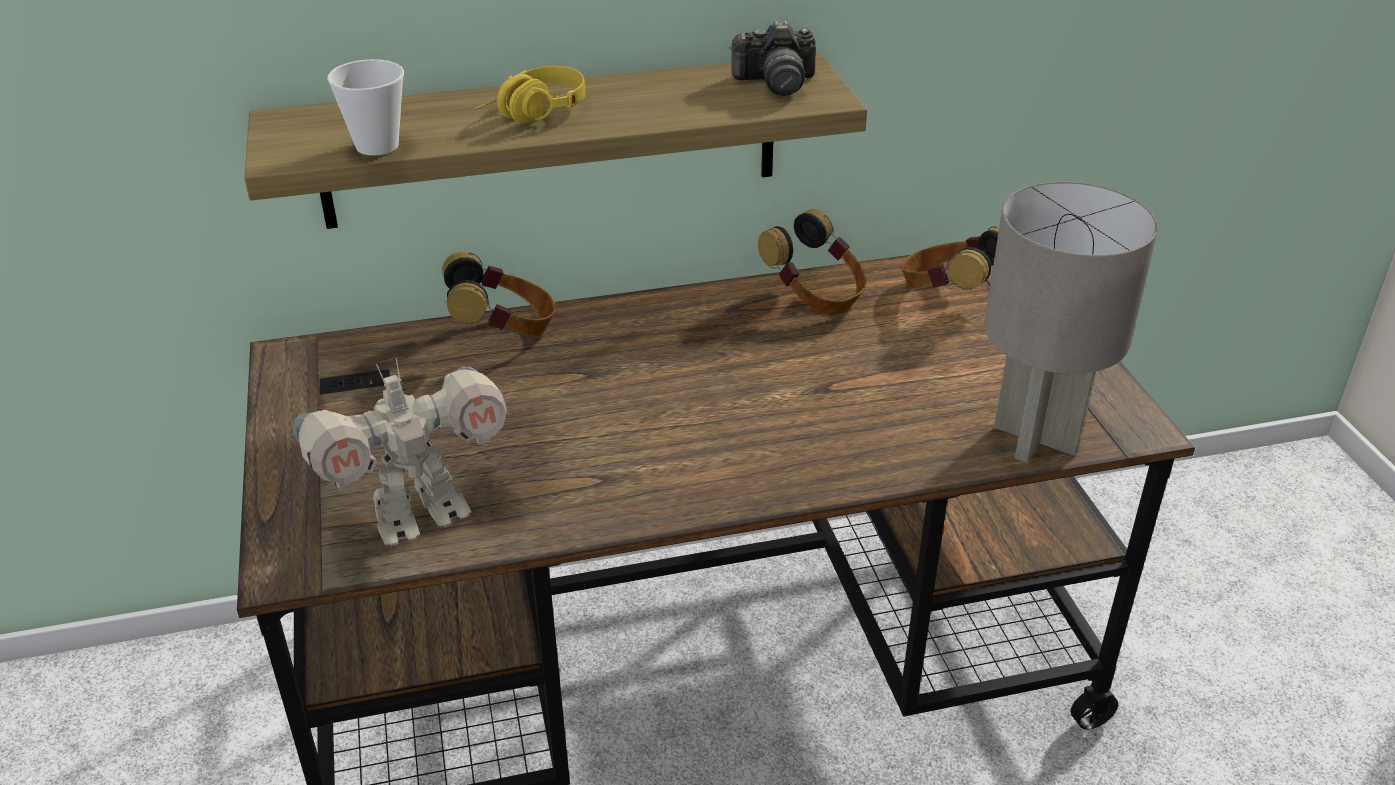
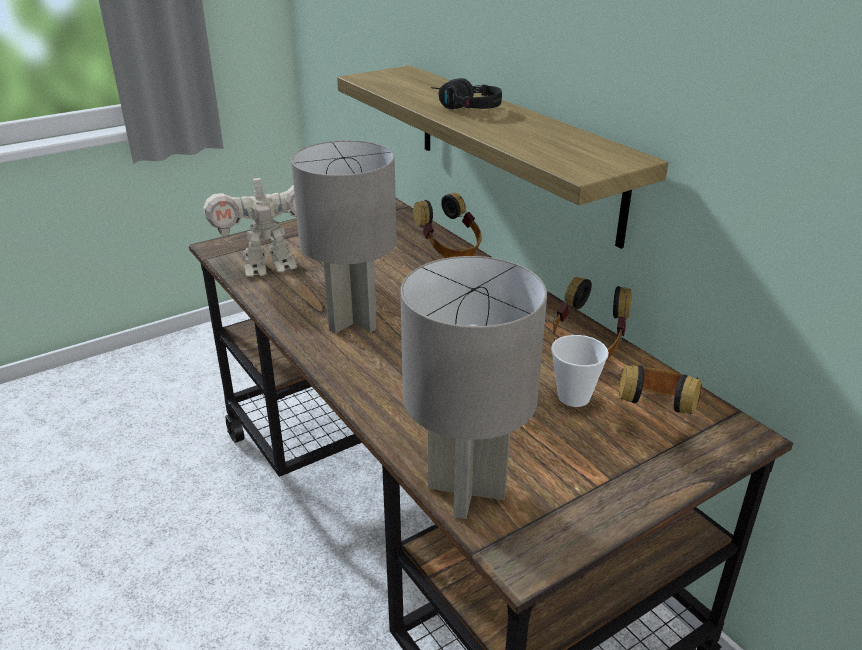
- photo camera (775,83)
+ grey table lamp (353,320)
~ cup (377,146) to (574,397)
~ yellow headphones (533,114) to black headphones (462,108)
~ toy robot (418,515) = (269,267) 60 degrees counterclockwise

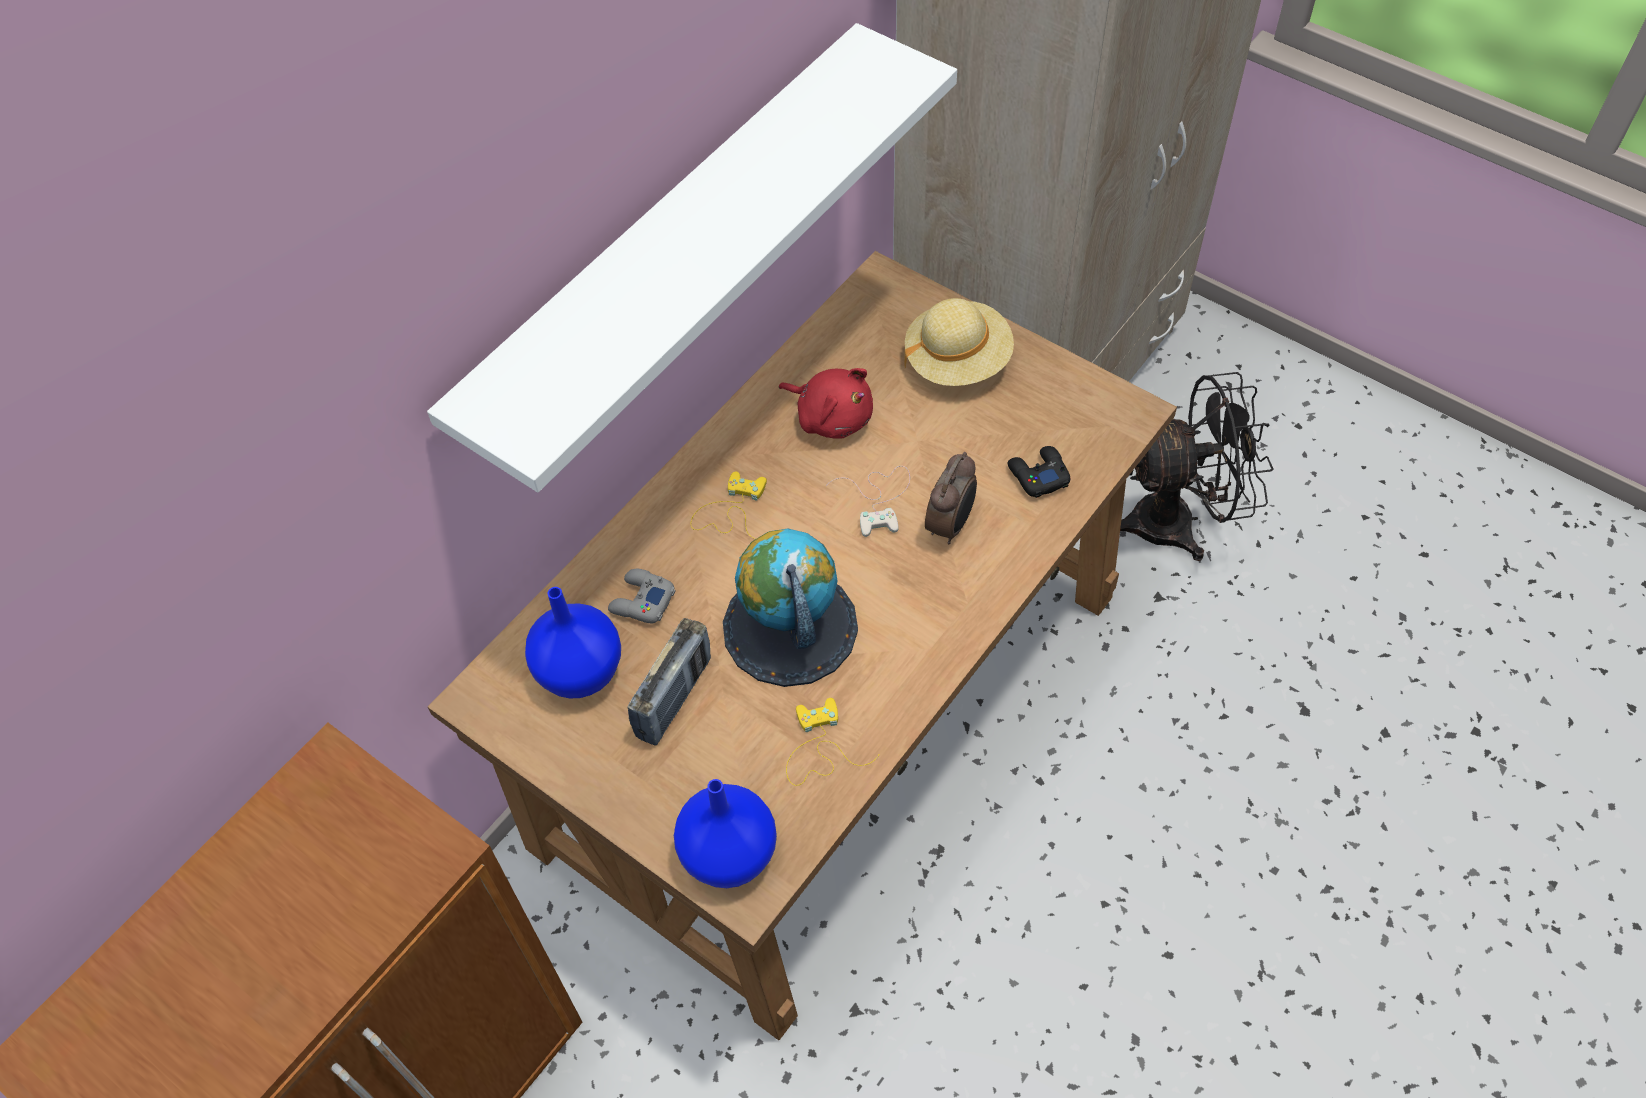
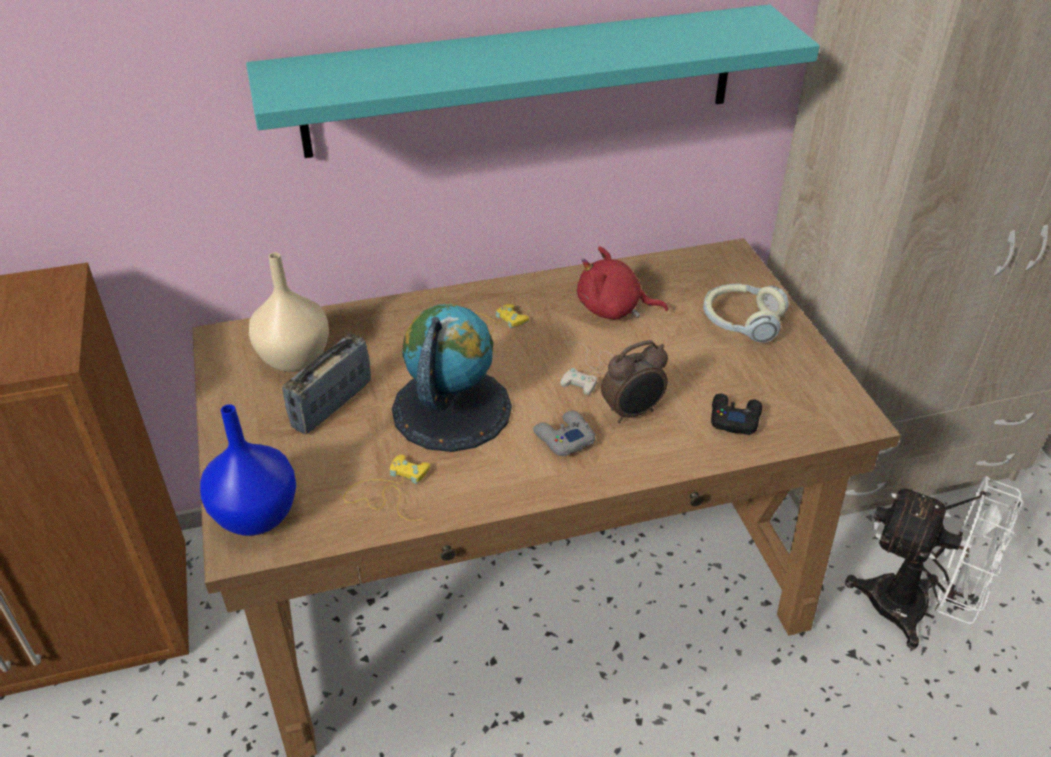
~ grey game controller (641,601) to (563,438)
~ beige hat (957,360) to headphones (741,322)
~ white shelf (667,245) to turquoise shelf (522,81)
~ blue vase (578,672) to beige vase (293,358)
~ black fan (1178,521) to white fan (915,610)
~ radio (674,697) = (332,405) 150 degrees clockwise
~ red plush toy (831,416) = (613,309) 120 degrees clockwise

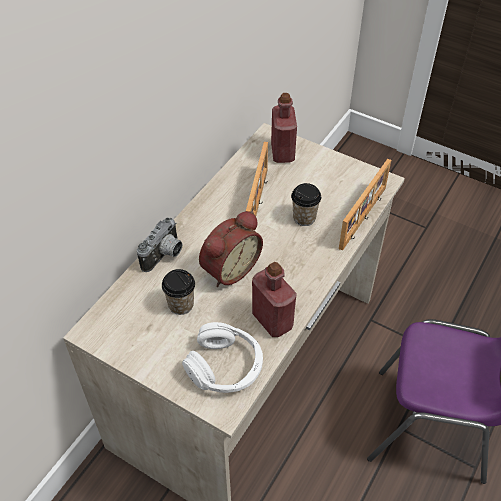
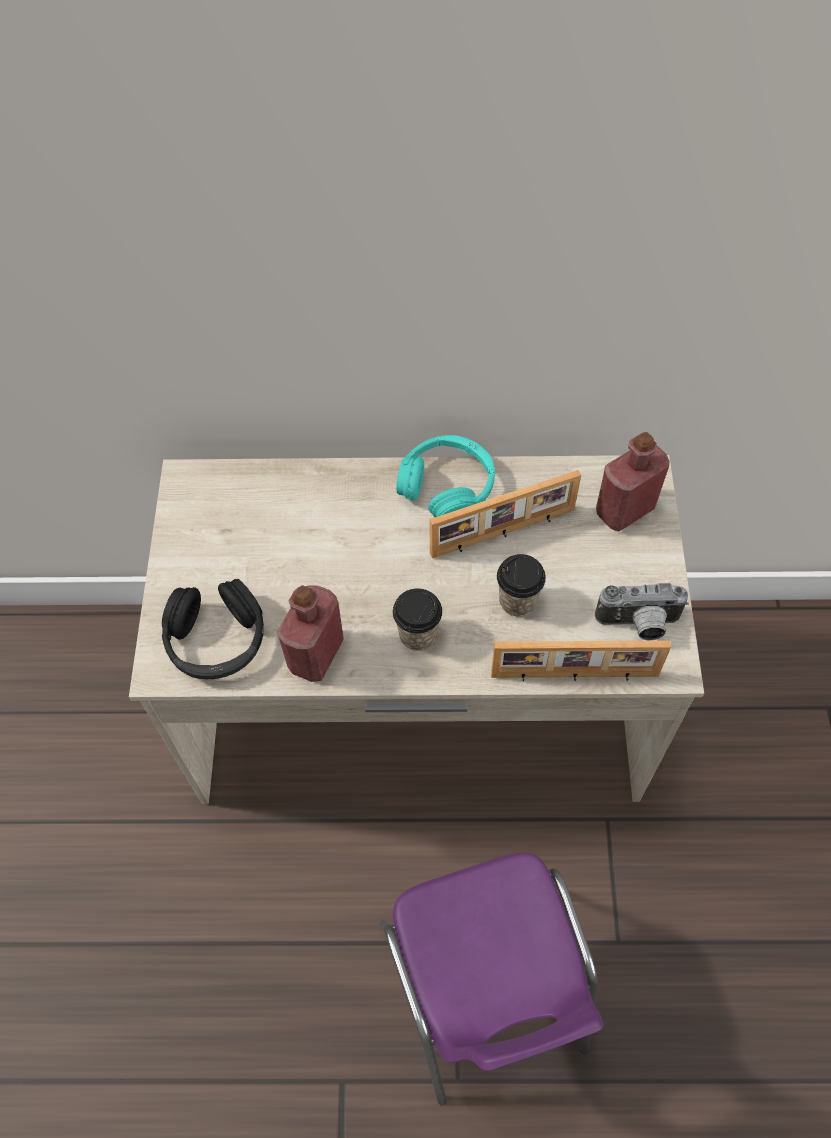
- alarm clock (229,268)
+ turquoise headphones (447,487)
~ photo camera (165,256) to (638,625)
~ cup (181,305) to (418,634)
~ white headphones (225,367) to black headphones (217,640)

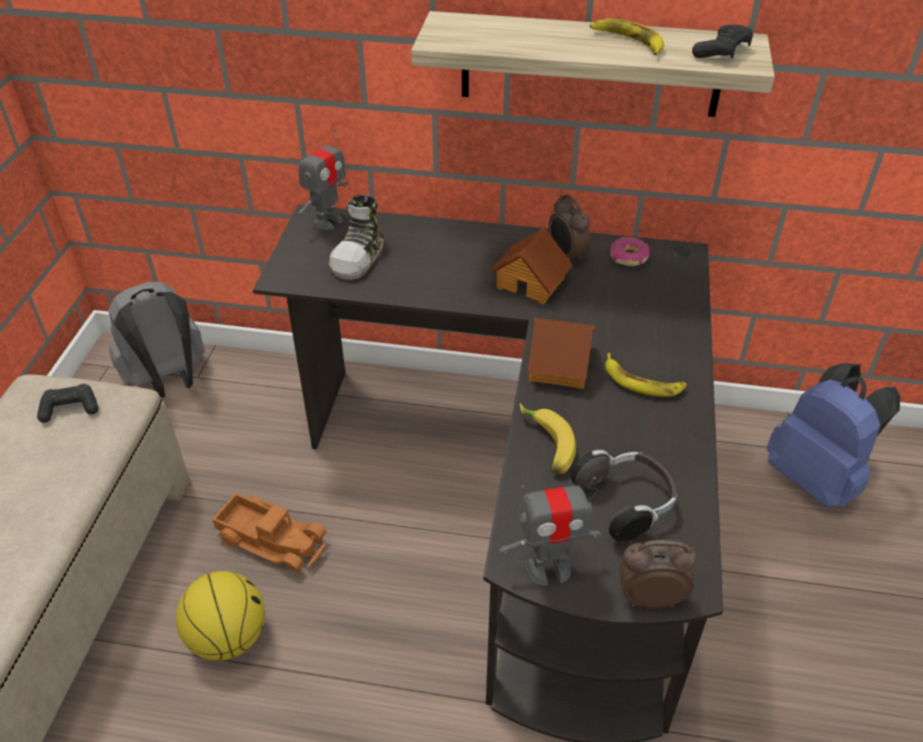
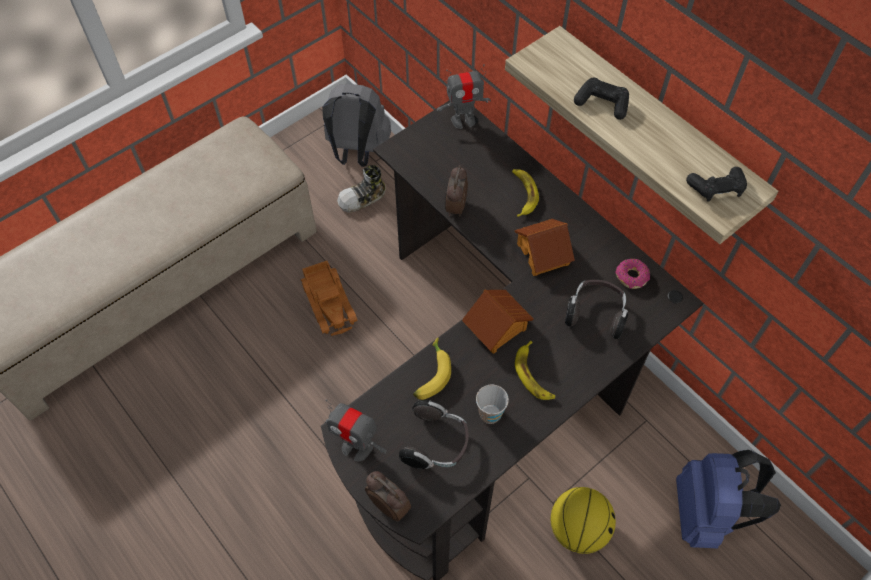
+ cup (490,414)
+ headphones (596,314)
~ black game controller (70,409) to (602,103)
~ basketball (228,637) to (578,528)
~ shoe (360,256) to (362,198)
~ alarm clock (566,255) to (455,207)
~ banana (628,42) to (523,194)

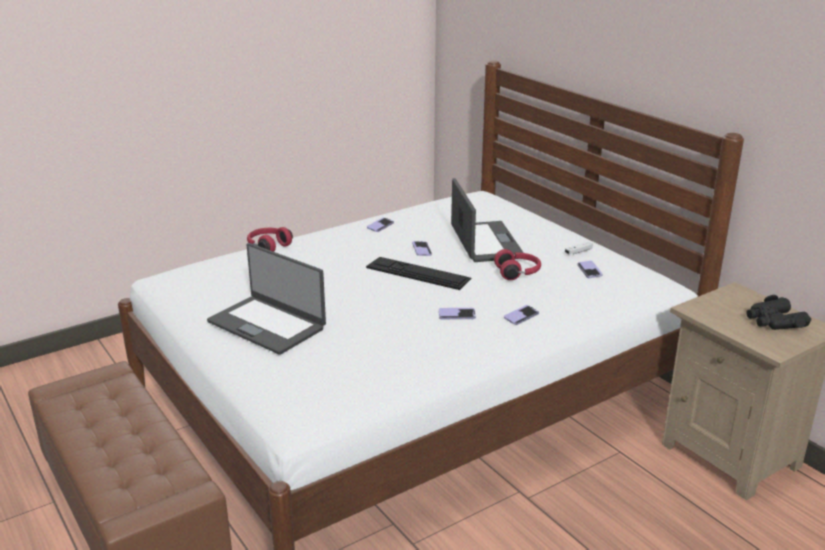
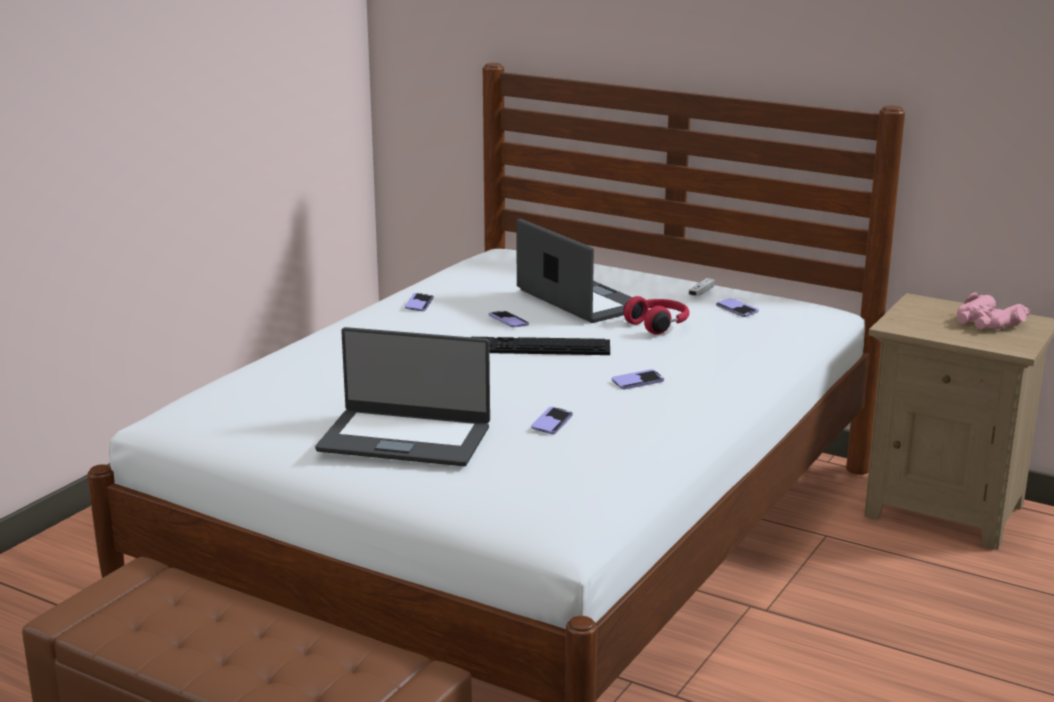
- red headphones (268,246)
~ phone (521,316) to (552,422)
~ black binoculars (774,321) to pink binoculars (987,322)

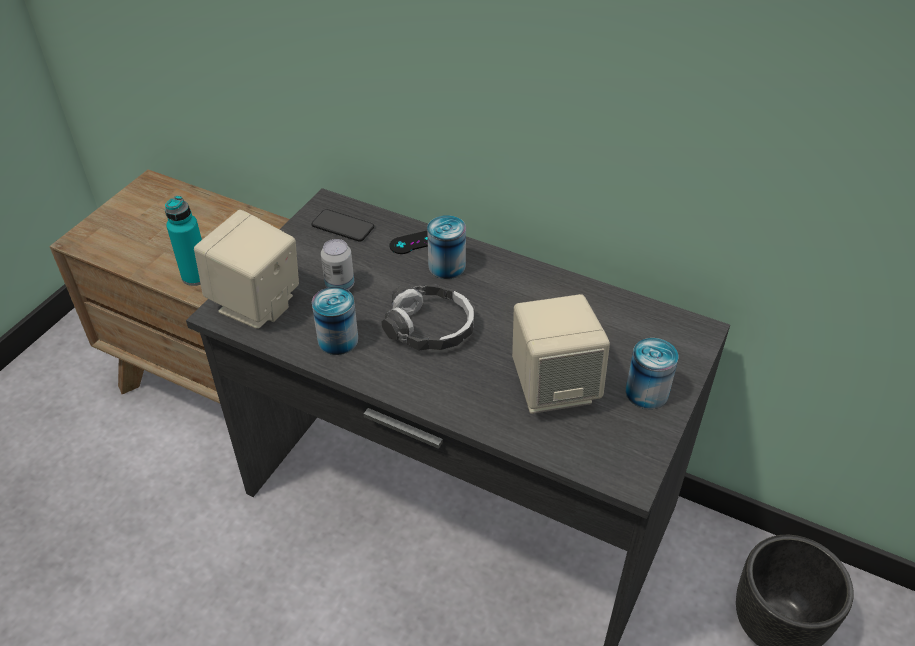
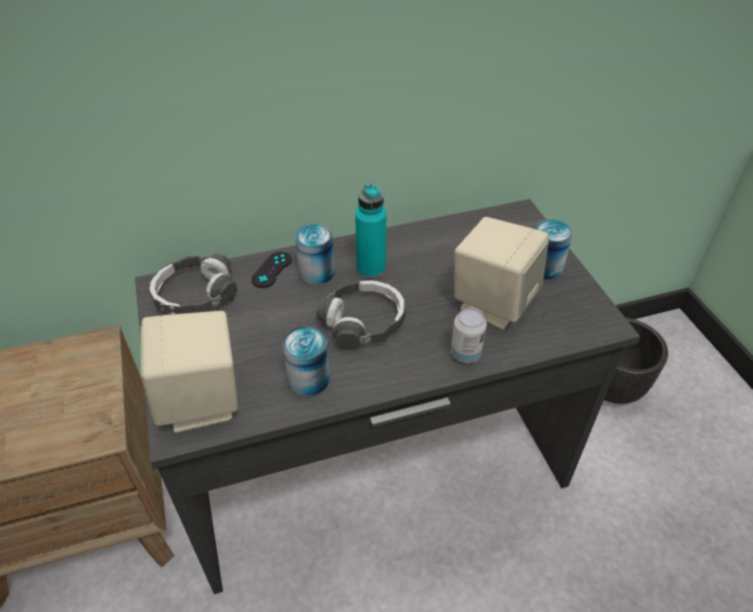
~ turquoise bottle (196,276) to (371,269)
~ can (340,285) to (465,354)
~ phone (343,226) to headphones (195,294)

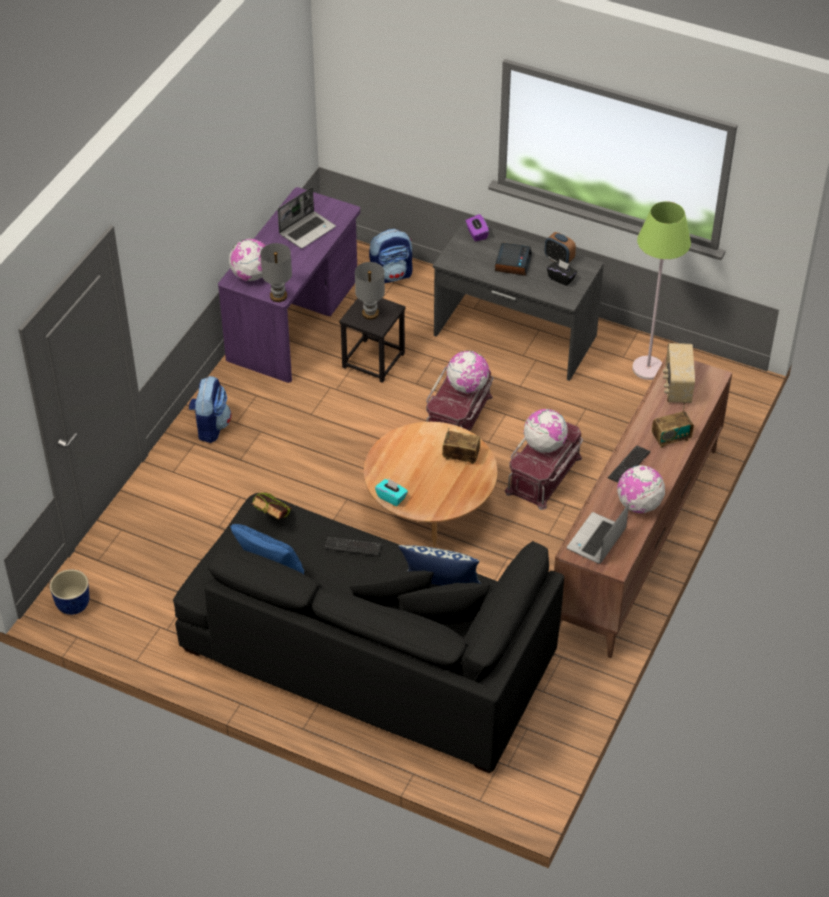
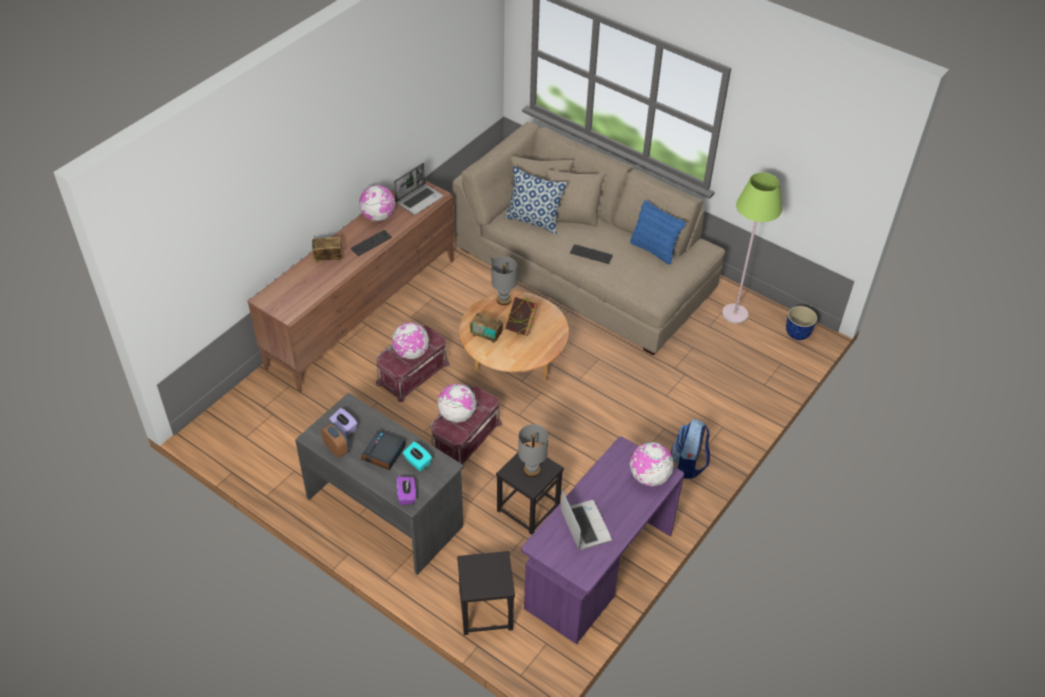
- radio (677,387)
~ book (272,519) to (521,328)
~ grey table lamp (278,296) to (503,299)
~ turquoise tissue box (391,497) to (417,462)
~ green floor lamp (647,368) to (735,314)
~ backpack (391,275) to black stool (485,611)
~ black sofa (367,653) to beige sofa (584,270)
~ black tissue box (561,278) to purple tissue box (344,428)
~ laptop (307,230) = (584,525) 105 degrees clockwise

